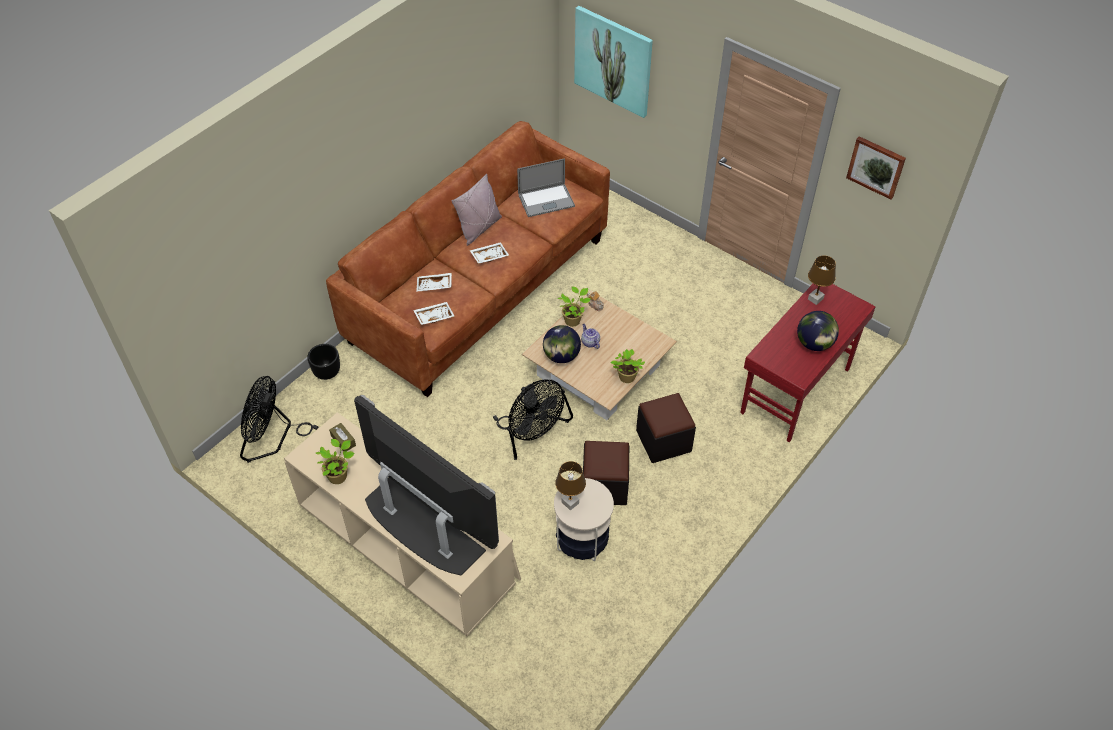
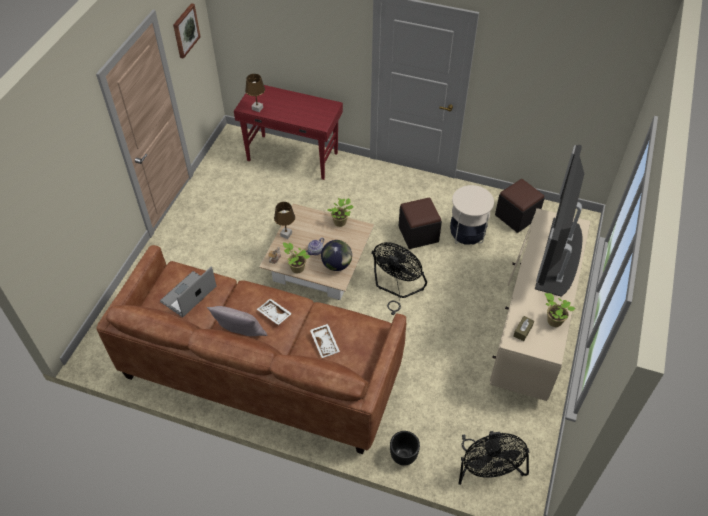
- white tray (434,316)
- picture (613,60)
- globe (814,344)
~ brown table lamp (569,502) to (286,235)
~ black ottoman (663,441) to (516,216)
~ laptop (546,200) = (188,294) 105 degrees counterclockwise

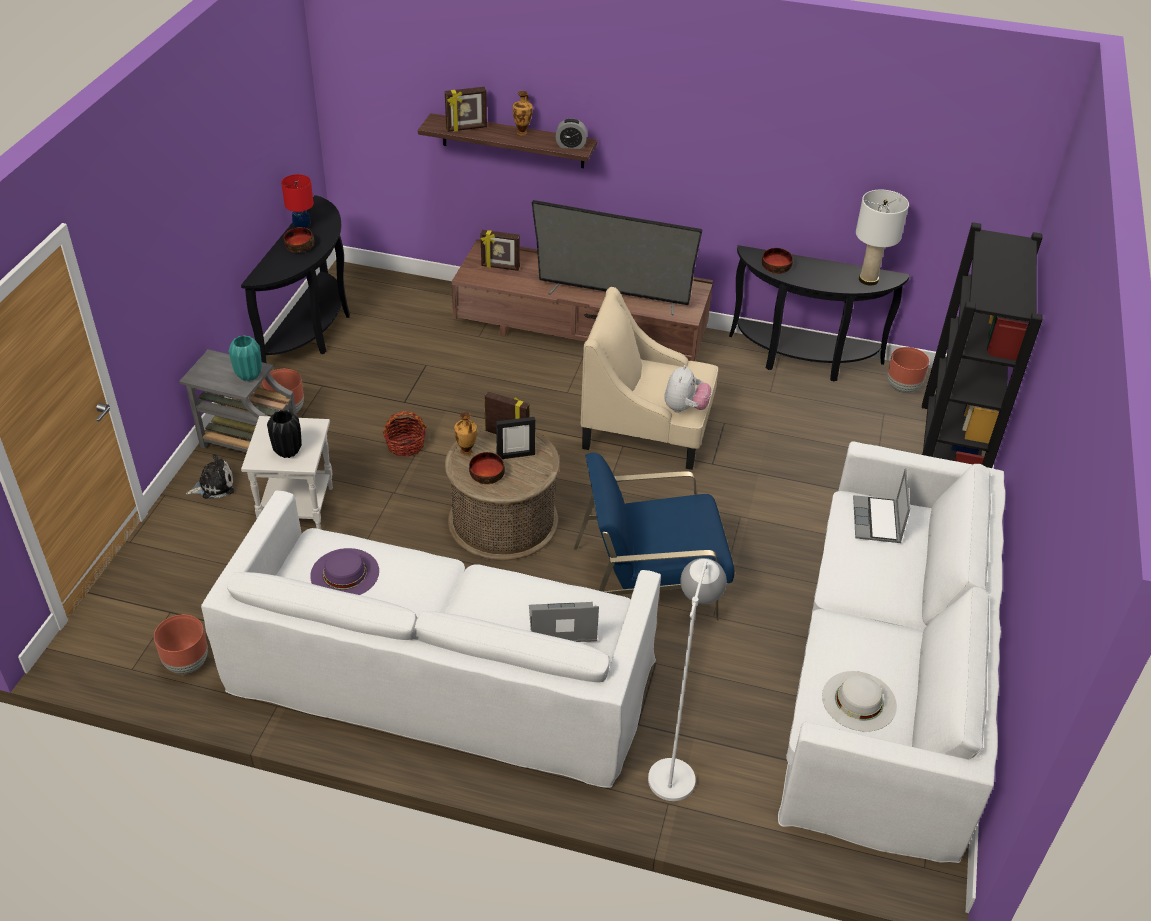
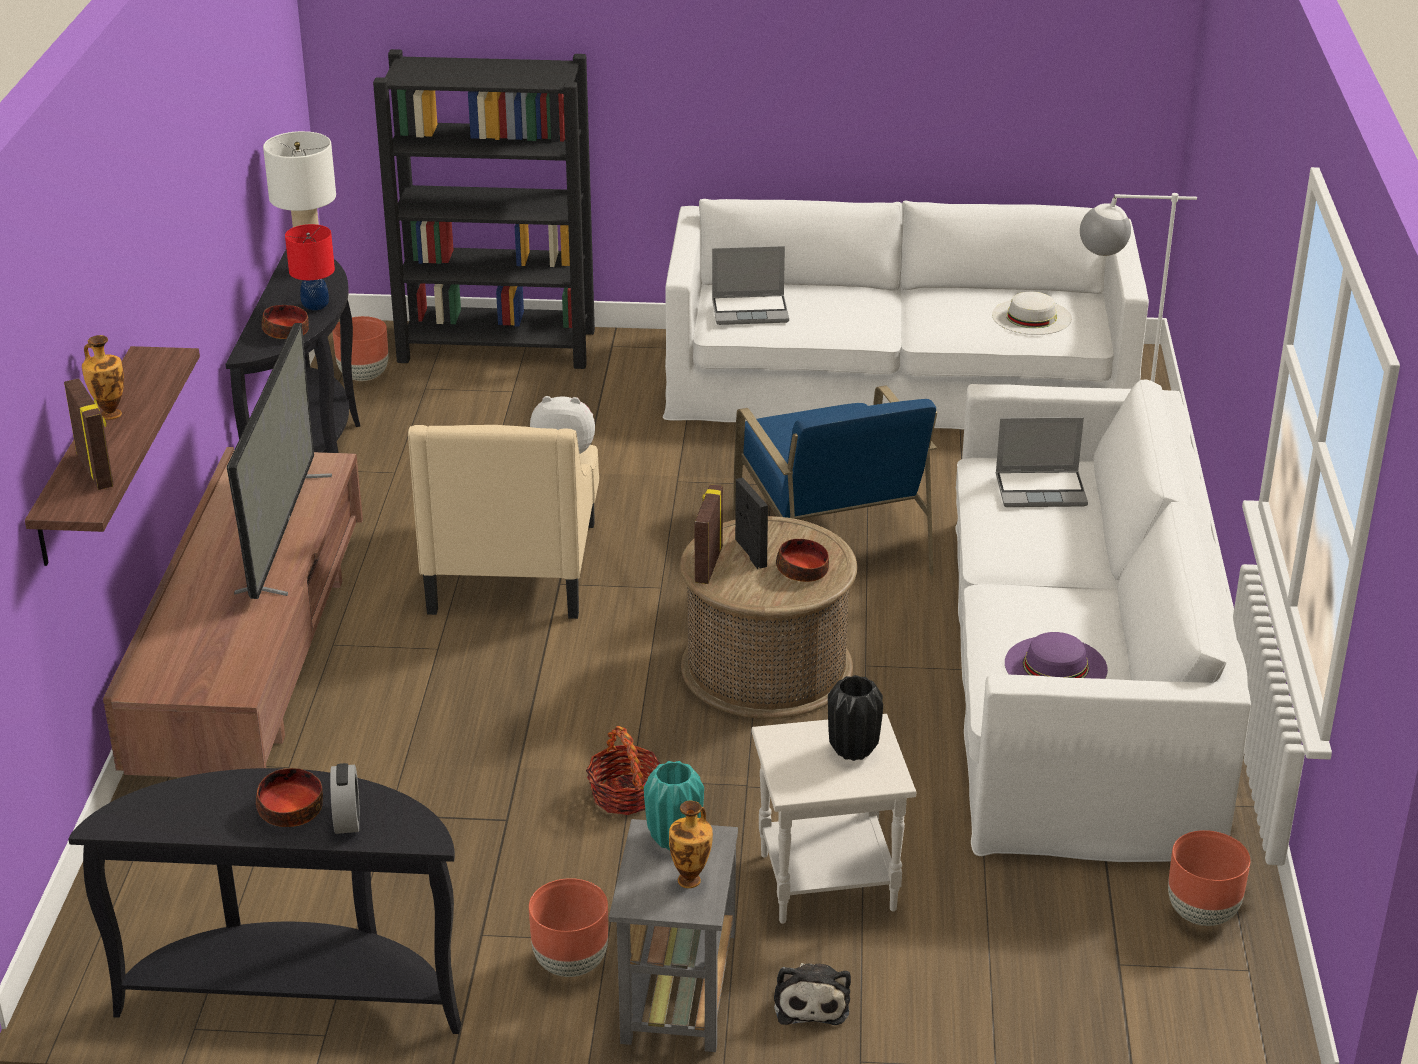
- picture frame (500,267)
~ red table lamp (301,226) to (315,307)
~ vase (466,452) to (691,880)
~ alarm clock (571,145) to (347,819)
~ plush toy (214,485) = (811,1001) 150 degrees counterclockwise
~ laptop (561,626) = (1041,490) 75 degrees counterclockwise

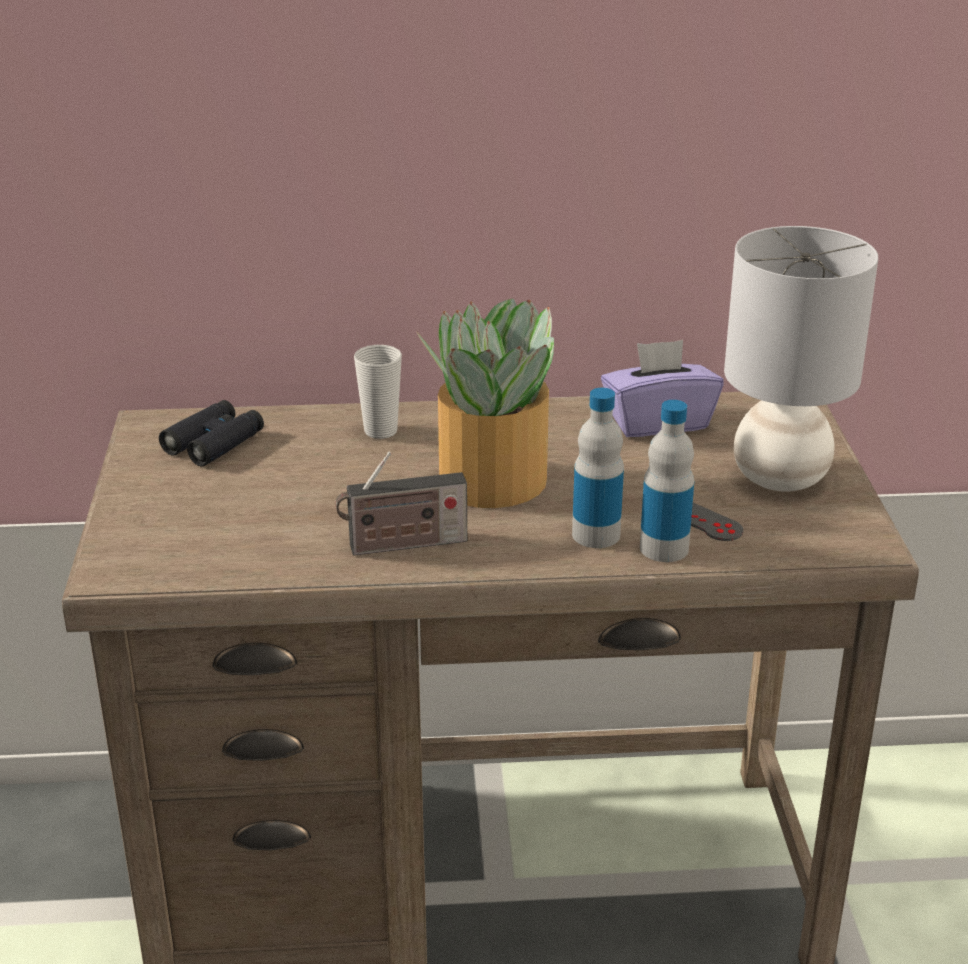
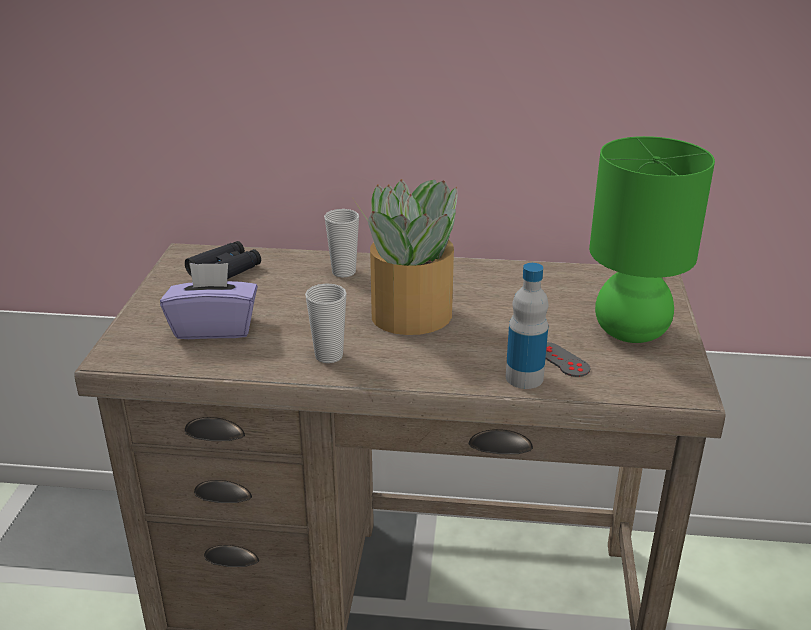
- bottle (596,535)
~ purple tissue box (658,422) to (214,327)
~ radio (402,545) to cup (329,356)
~ grey table lamp (779,478) to green table lamp (630,332)

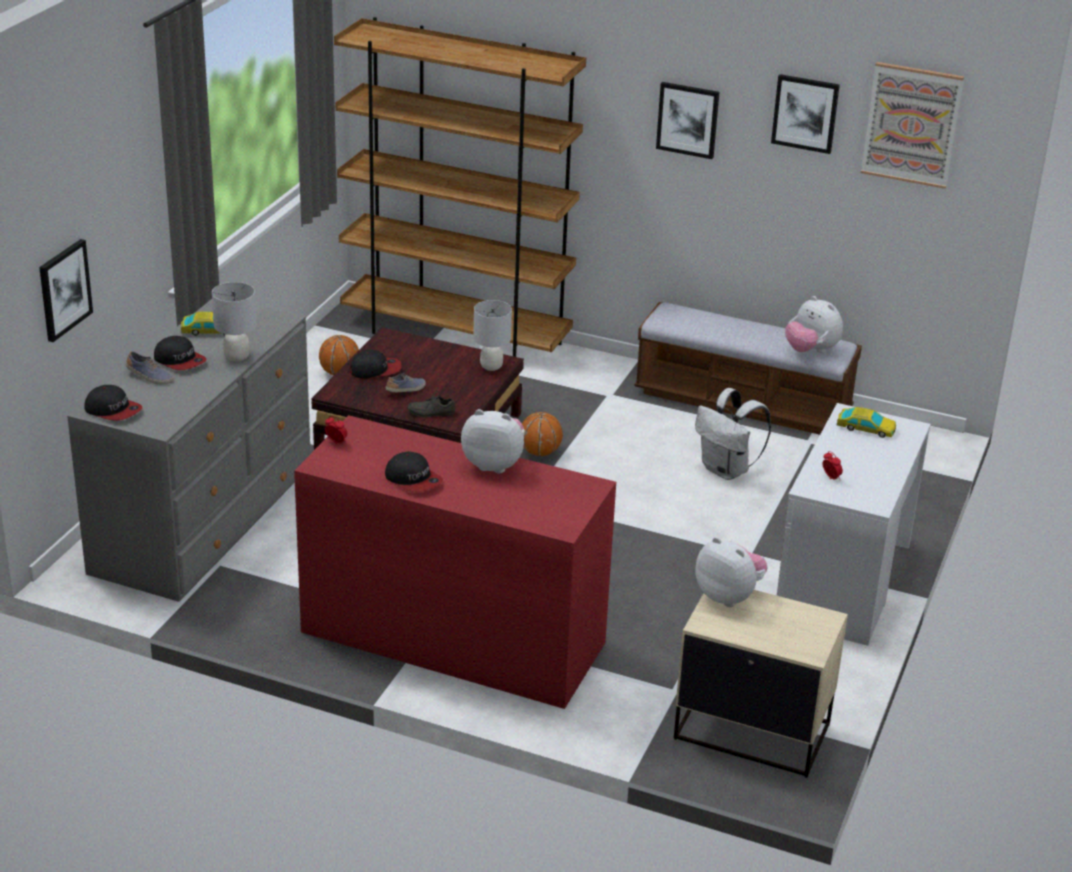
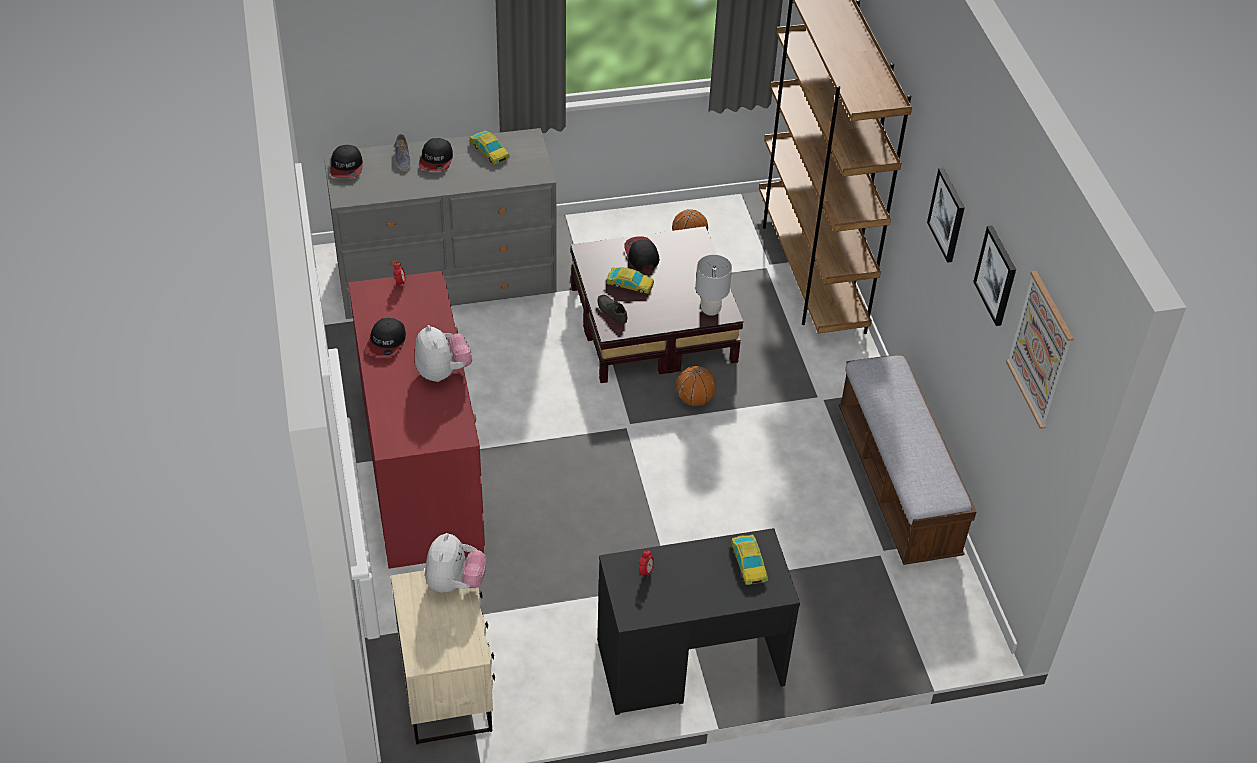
- picture (64,289)
- grey table lamp (236,357)
- white backpack (727,470)
- plush toy (811,351)
~ shoe (406,390) to toy car (630,284)
~ white desk (843,582) to black desk (690,663)
~ cap (375,370) = (641,255) 150 degrees counterclockwise

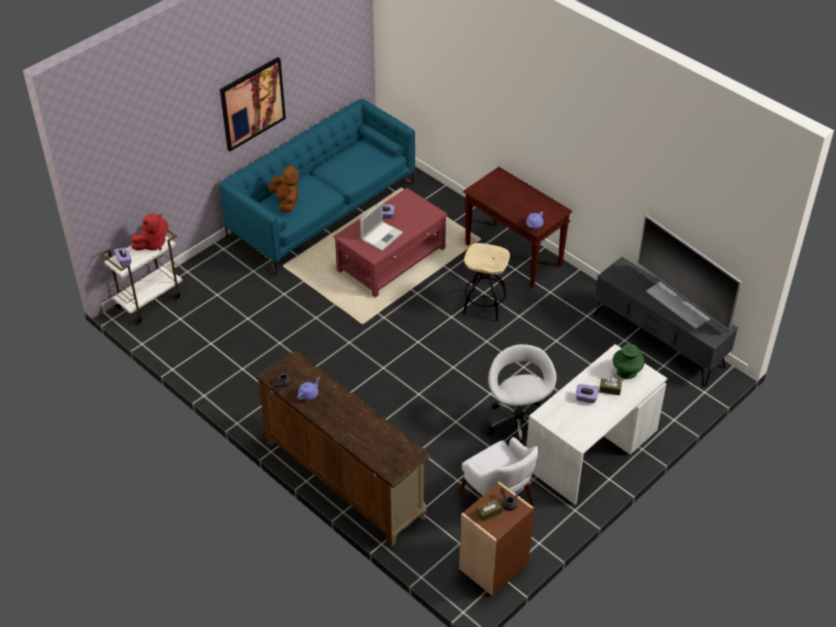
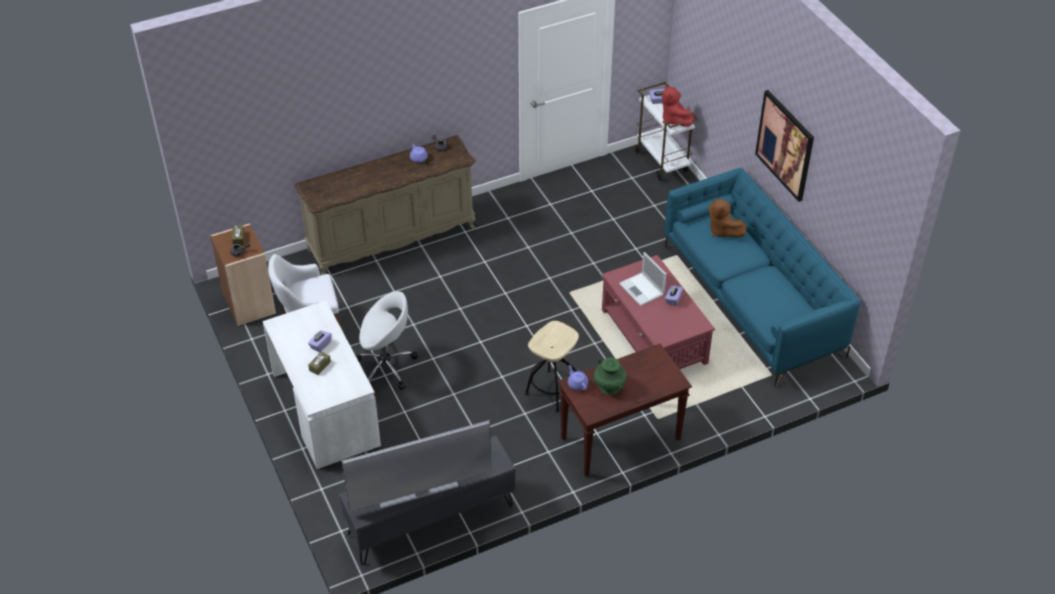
~ green vase (627,371) to (609,387)
~ brown plush toy (286,202) = (722,231) 60 degrees clockwise

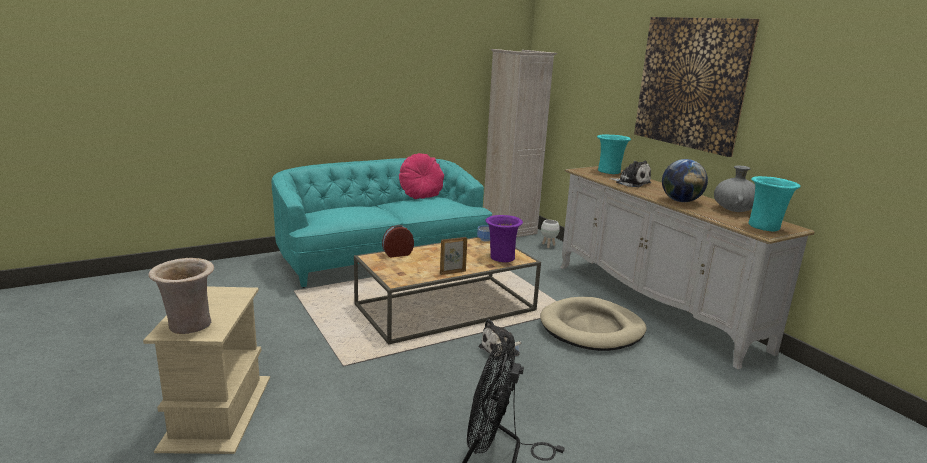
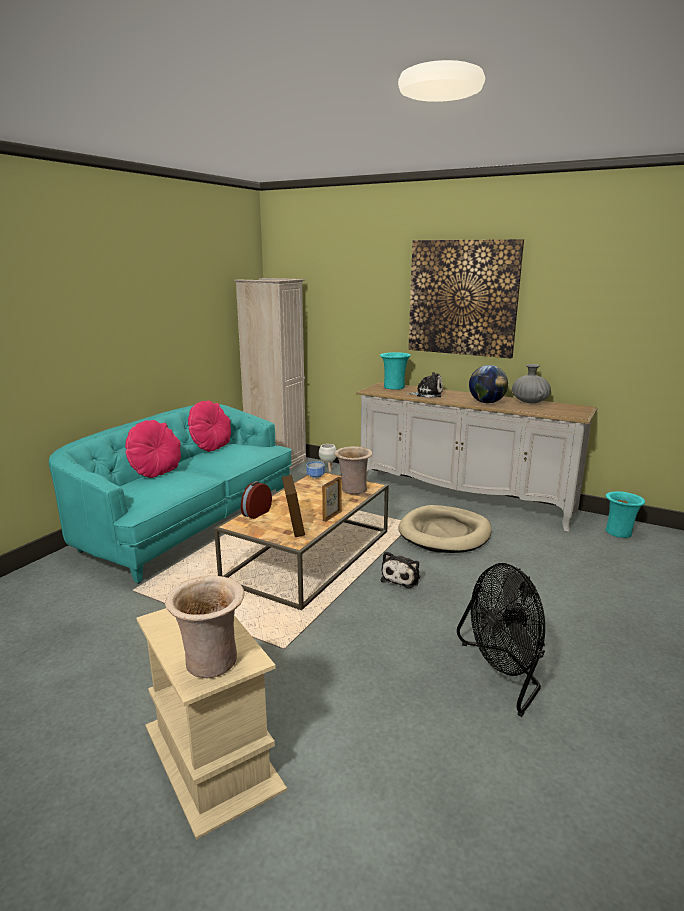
+ pink pillow (156,473)
+ picture frame (293,527)
~ turquoise vase (765,227) to (619,532)
~ purple vase (501,258) to beige vase (353,490)

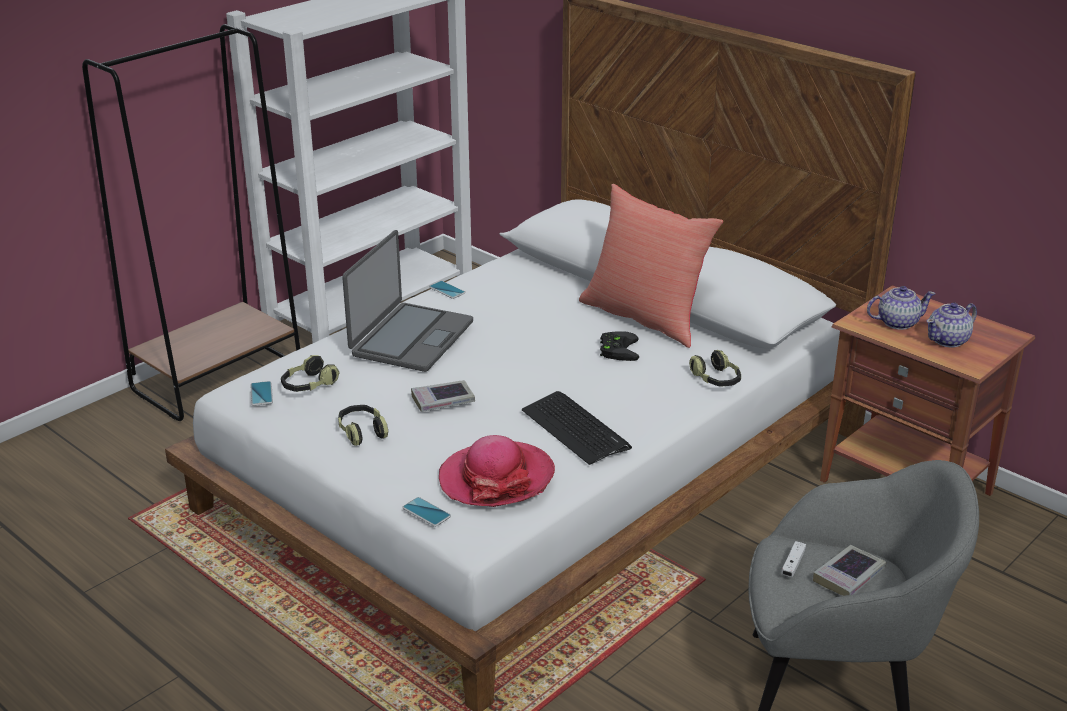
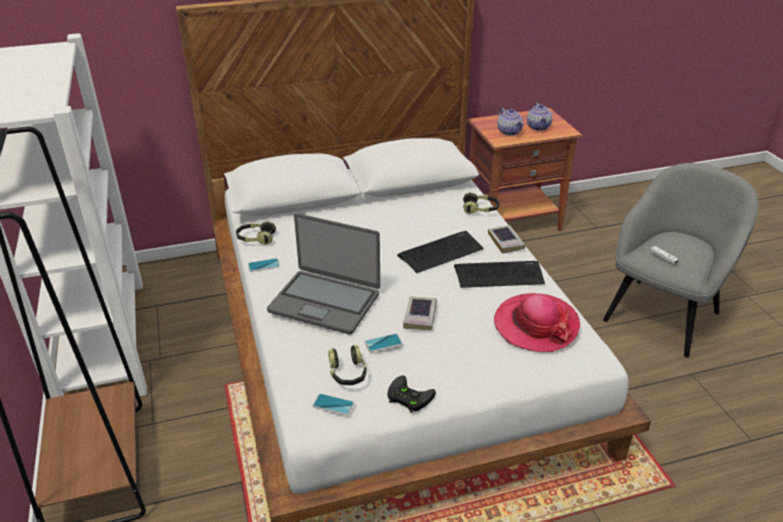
- red pillow (645,317)
+ keyboard (440,252)
~ headphones (362,432) to (256,239)
~ phone (426,512) to (383,343)
~ black game controller (617,348) to (407,397)
~ book (849,576) to (506,242)
~ laptop (410,338) = (325,302) 150 degrees clockwise
~ teapot (897,322) = (509,131) 135 degrees clockwise

